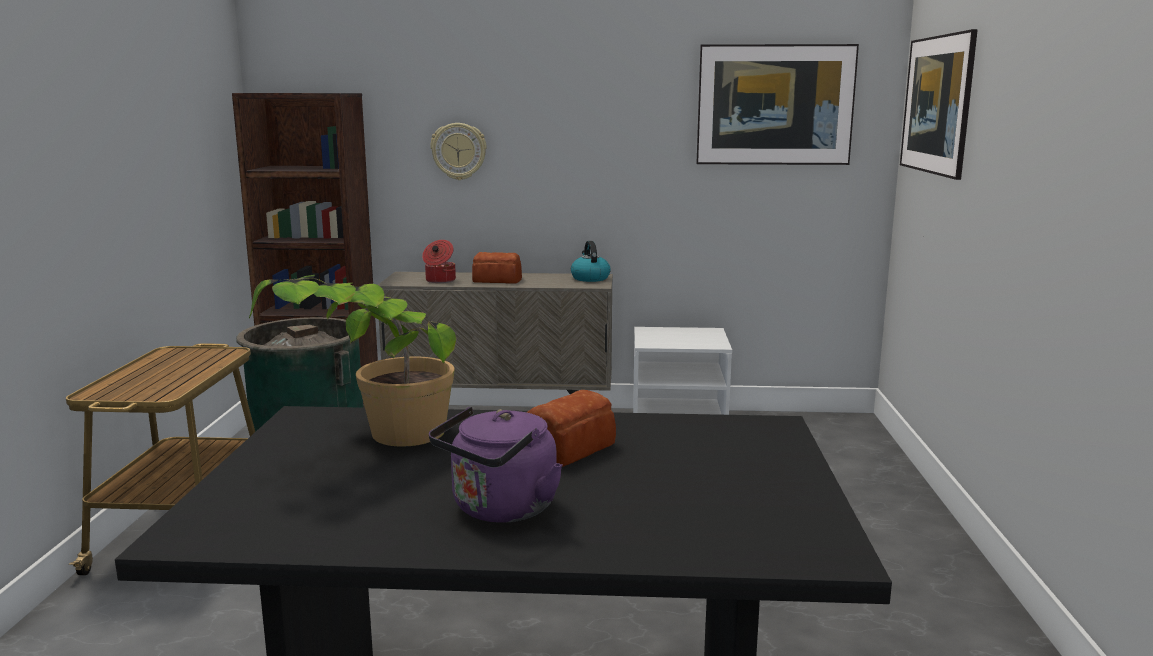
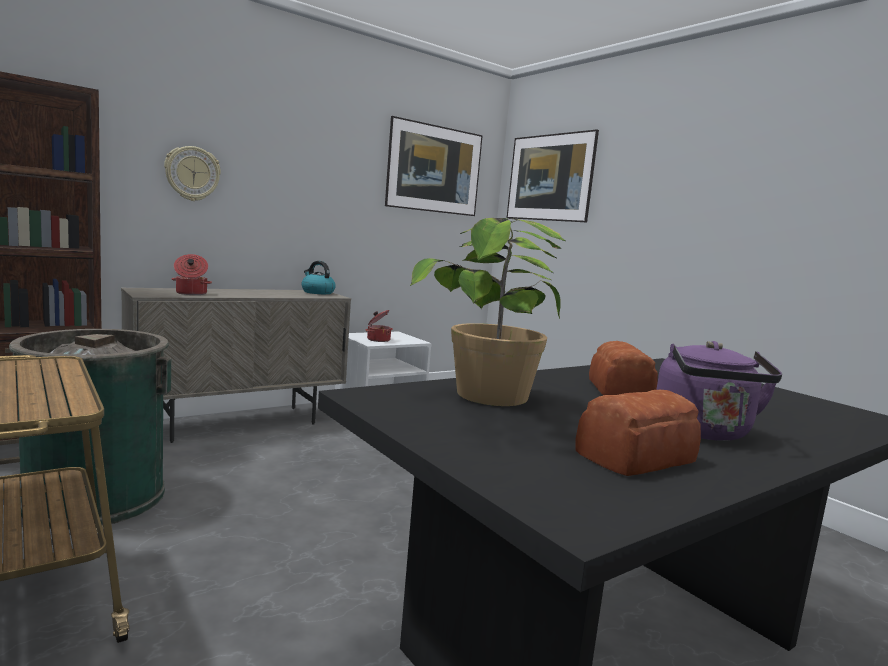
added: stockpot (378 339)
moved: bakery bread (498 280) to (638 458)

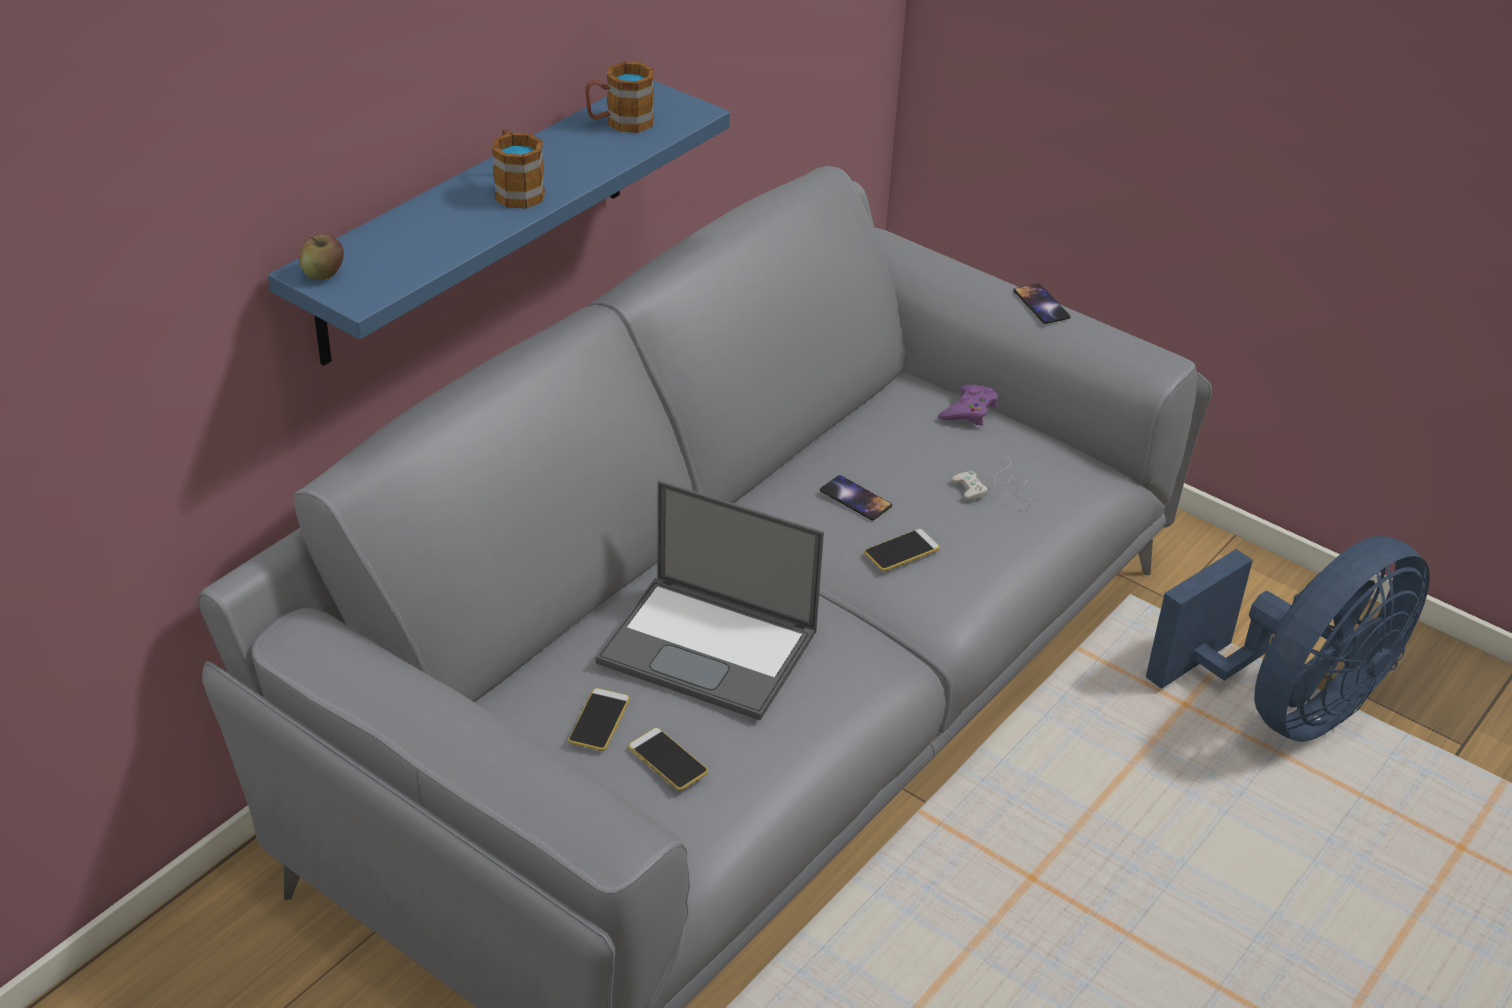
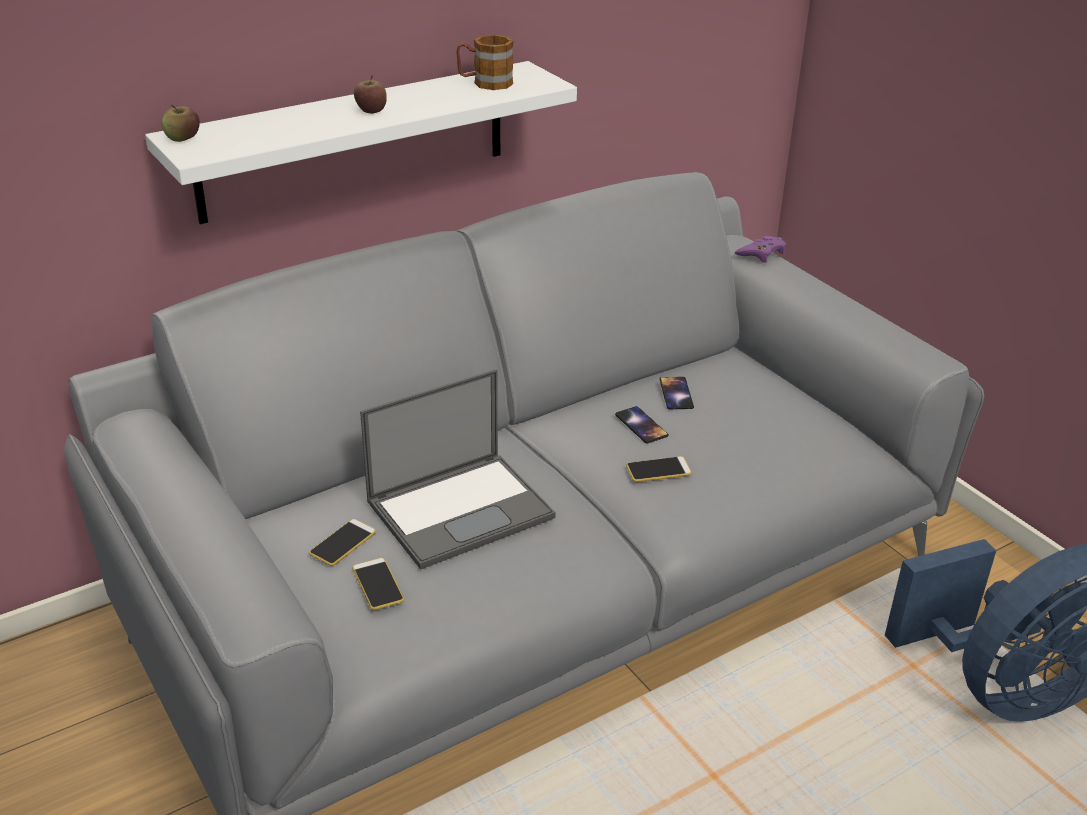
removed: gamepad (white-coloured) (998 486)
moved: handset (1041 304) to (676 393); gamepad (purplish) (969 410) to (761 253)
replaced: mug (516 190) to apple fruit (371 110)
recoloured: wall shelf (blue-coloured) (475 220) to wall shelf (white-coloured) (354 141)
turned: portable computer (710 647) = (462 508) 75 degrees counterclockwise

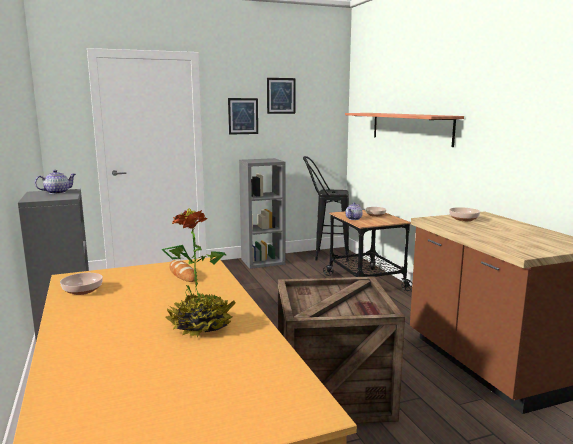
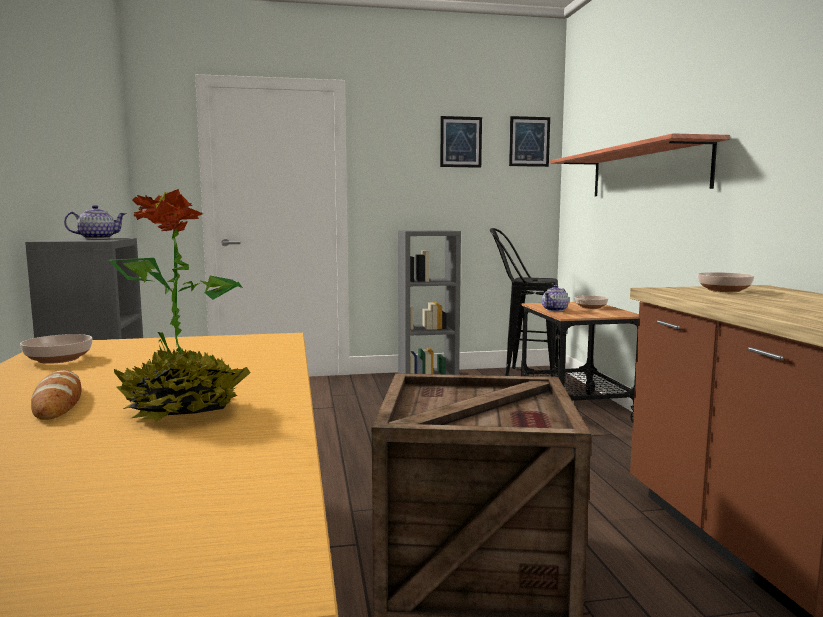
moved: bakery bread (182 274) to (58 402); wall art (243 116) to (529 141)

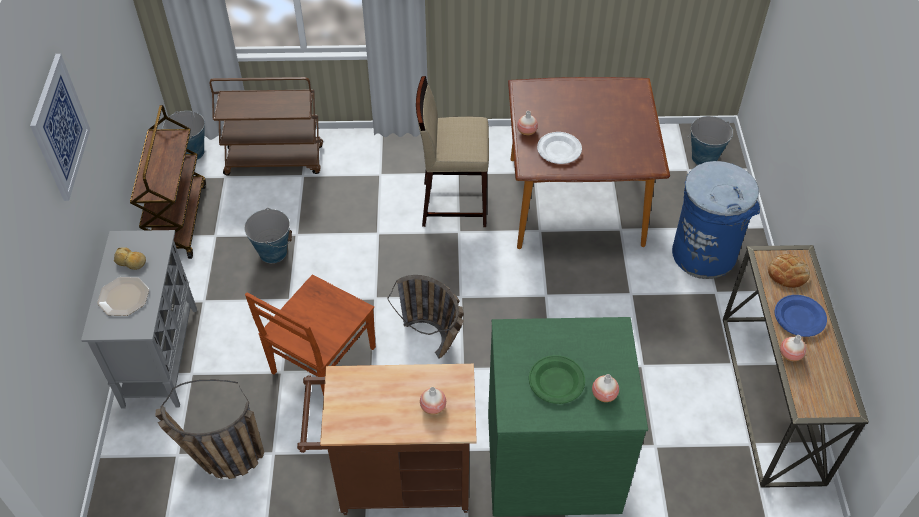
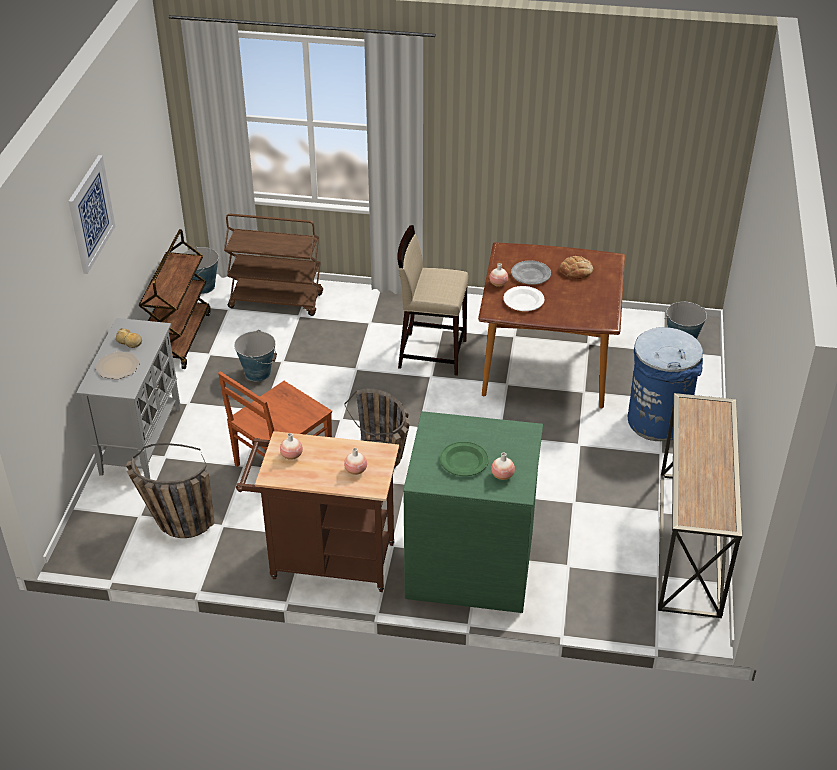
removed: flat dish (blue-coloured) (799 318)
added: flat dish (gray) (531 275)
moved: flower vase (790 355) to (291 455); bakery bread (788 273) to (576 270)

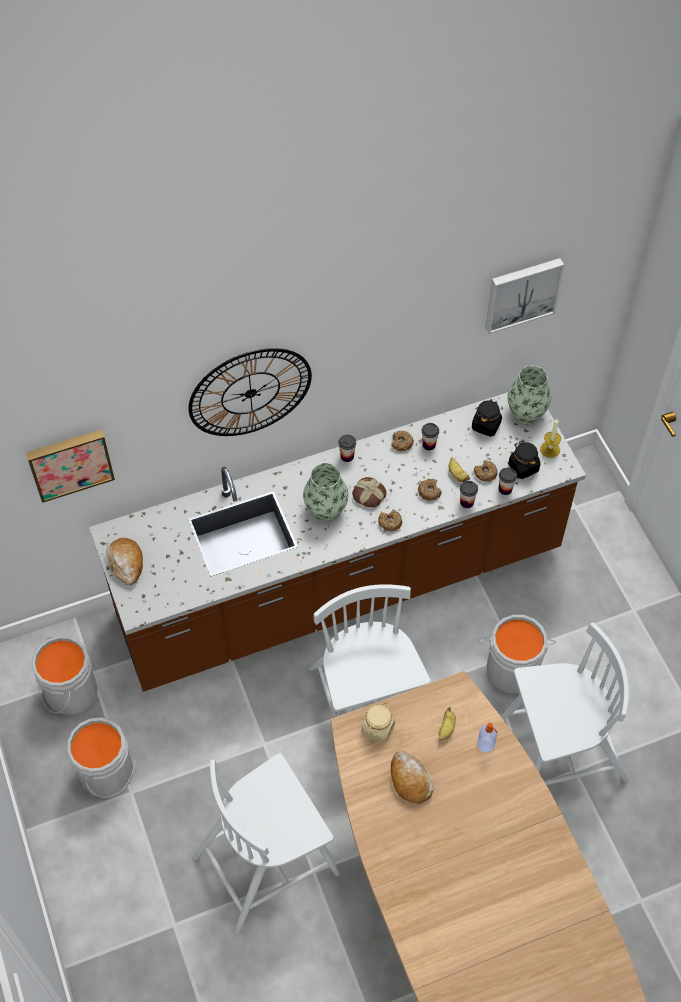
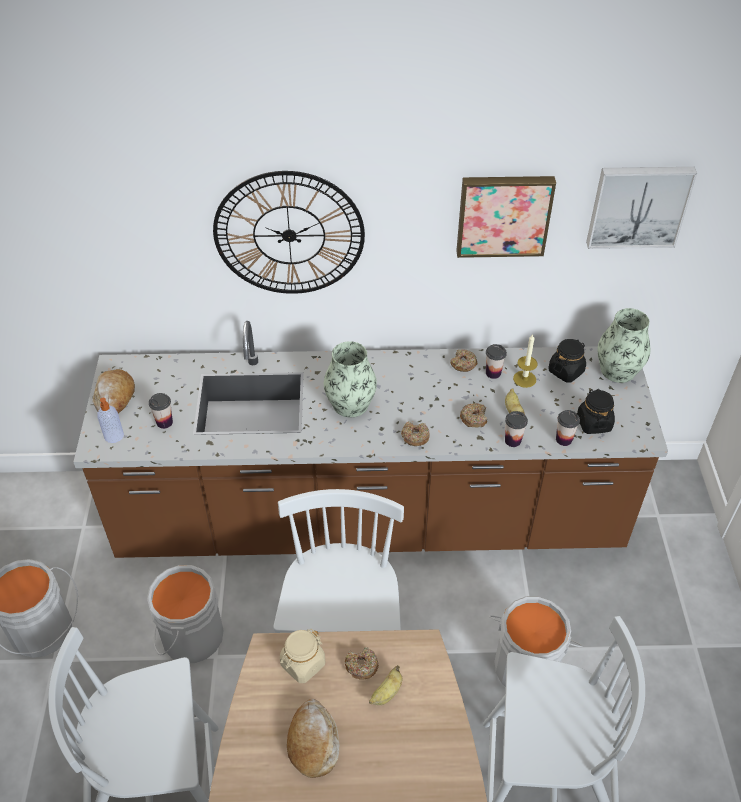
removed: bakery bread (368 495)
moved: soap dispenser (486 745) to (114 436); pail (gray) (68 692) to (189 635); cup (347 456) to (164 422); ring doughnut (485 473) to (361 666); wall art (70 462) to (503 214); wax light (550 449) to (524 379)

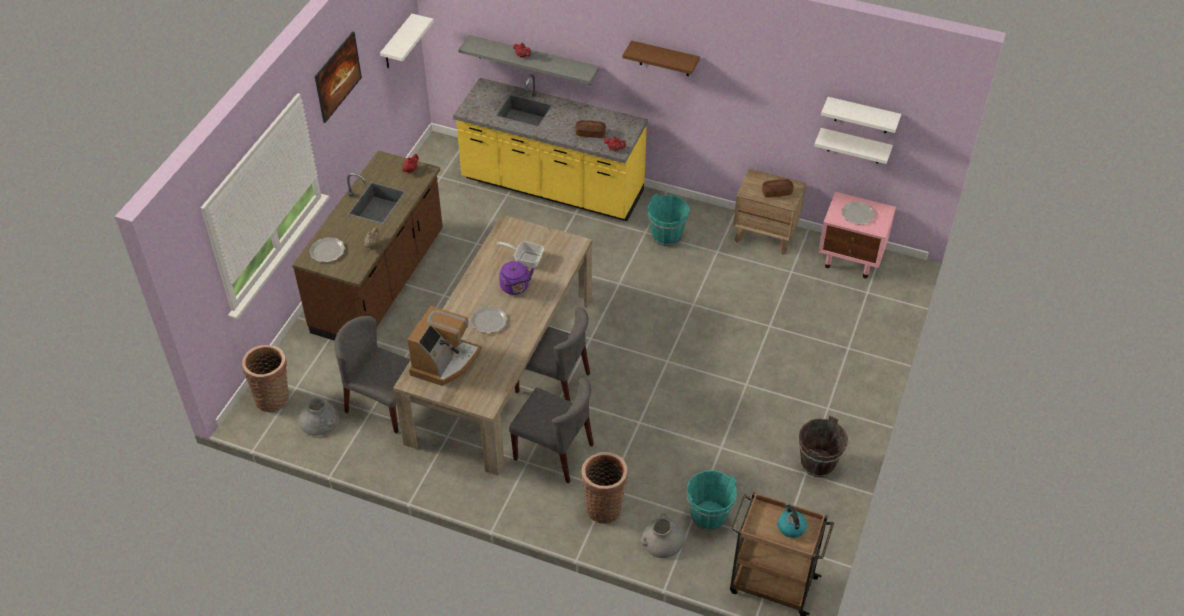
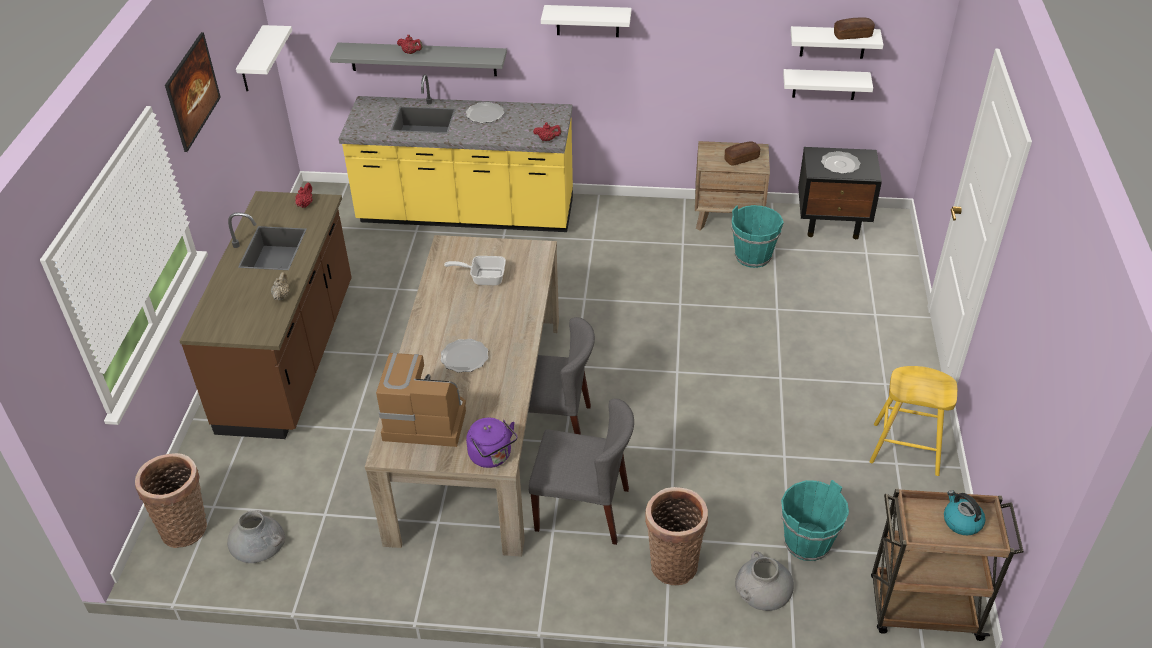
removed: upright chair (gray) (383 404)
moved: flat dish (327 251) to (485 114); kettle (purplish) (515 288) to (492 456); pail (turquoise) (667 236) to (753 256); bakery bread (590 133) to (852 35)
replaced: pail (brownish) (818 464) to stool (yellow-coloured) (905 449)
recoloured: wall shelf (brownish) (664 59) to wall shelf (white-coloured) (587 21); nightstand (pinkish) (851 259) to nightstand (black) (832 223)
turned: coffee brewer (445 362) = (424 418) 90 degrees counterclockwise

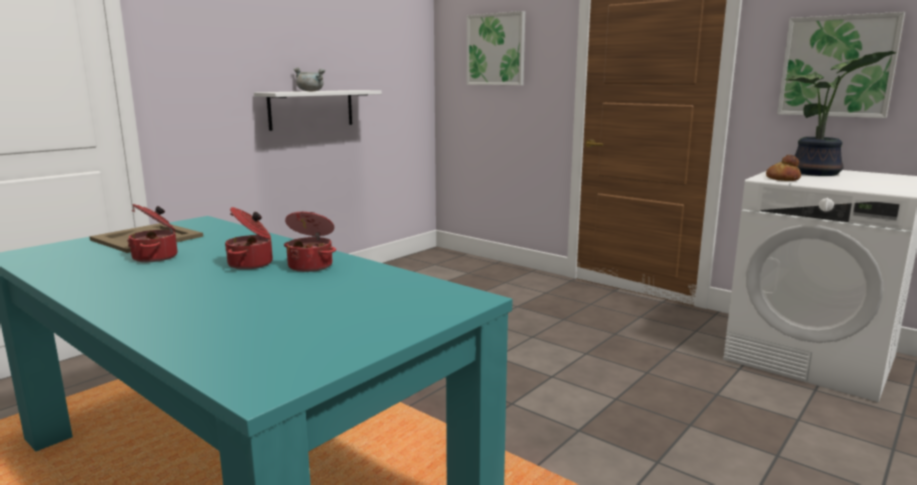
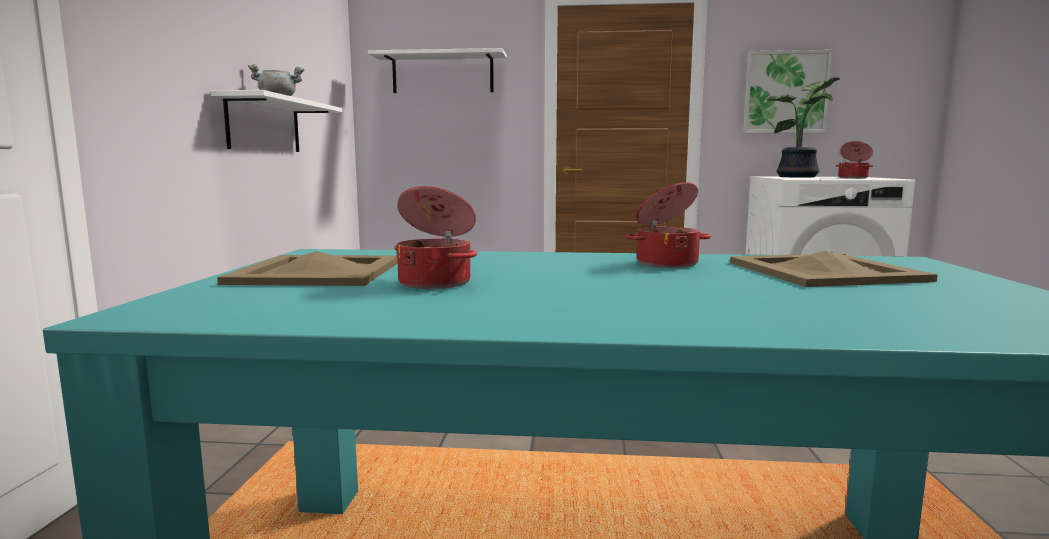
removed: bakery bread (782 179)
added: tray (beige-coloured) (826 271)
moved: stockpot (252 264) to (853 178)
replaced: wall art (496 49) to wall shelf (white-coloured) (442 74)

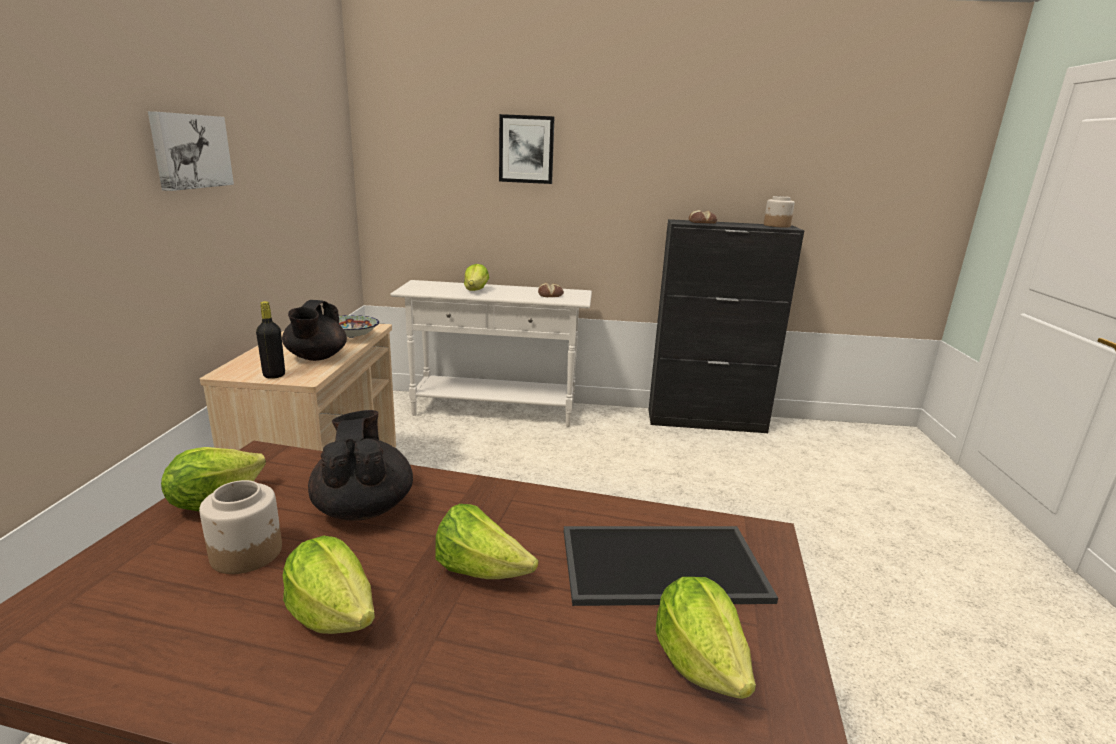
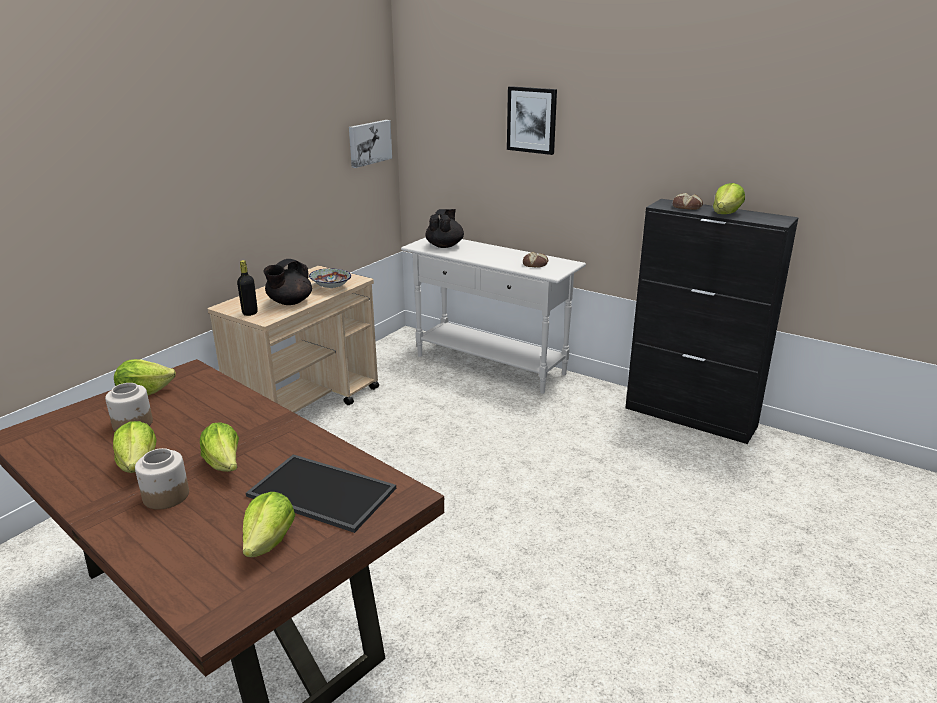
moved: preserve jar (776 225) to (165 496); wall art (190 151) to (369 143); pot for tea (black) (363 507) to (445 245); lettuce (476 290) to (726 214)

